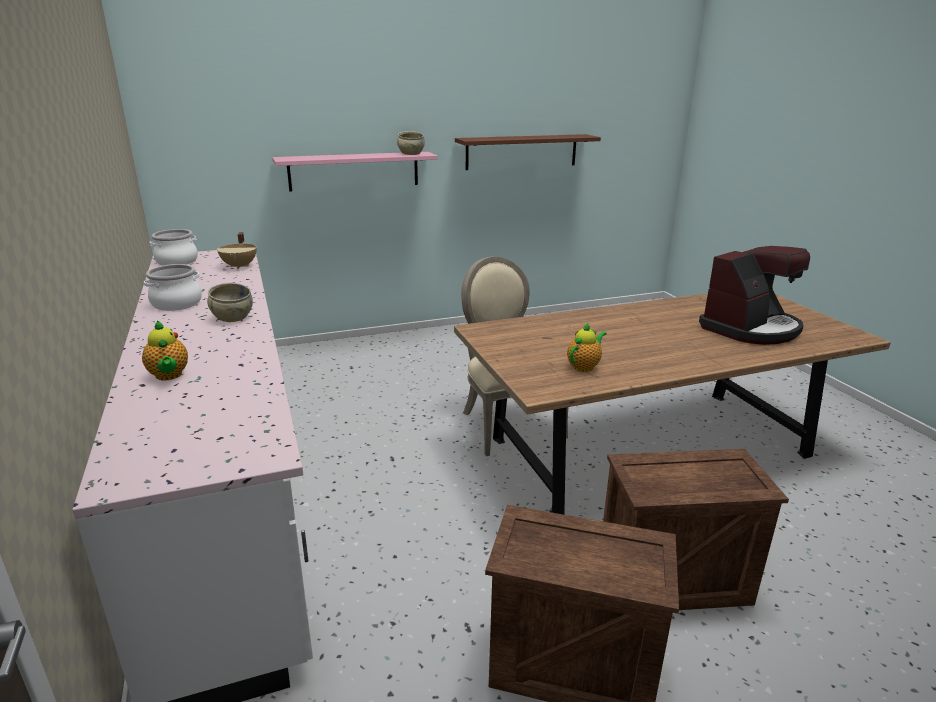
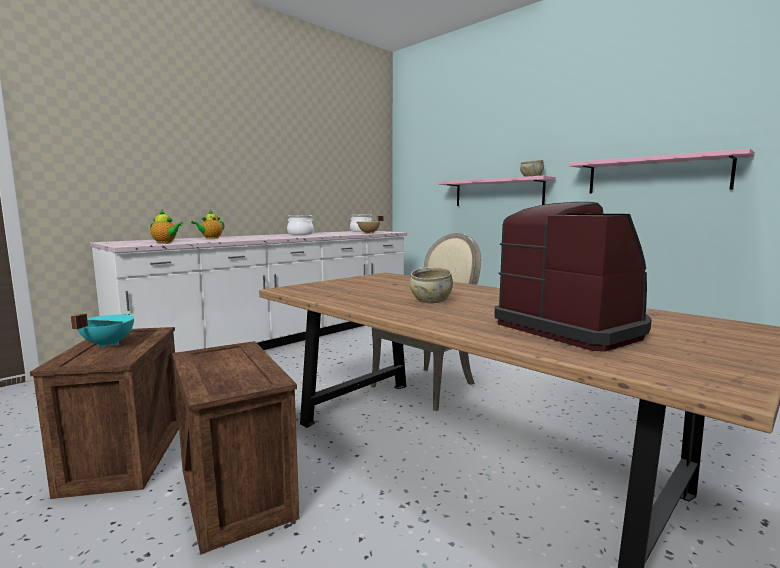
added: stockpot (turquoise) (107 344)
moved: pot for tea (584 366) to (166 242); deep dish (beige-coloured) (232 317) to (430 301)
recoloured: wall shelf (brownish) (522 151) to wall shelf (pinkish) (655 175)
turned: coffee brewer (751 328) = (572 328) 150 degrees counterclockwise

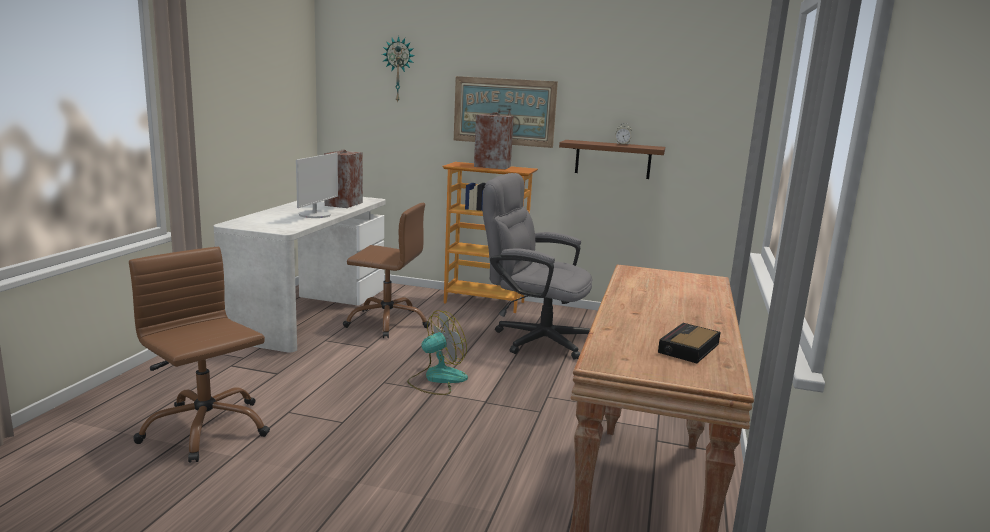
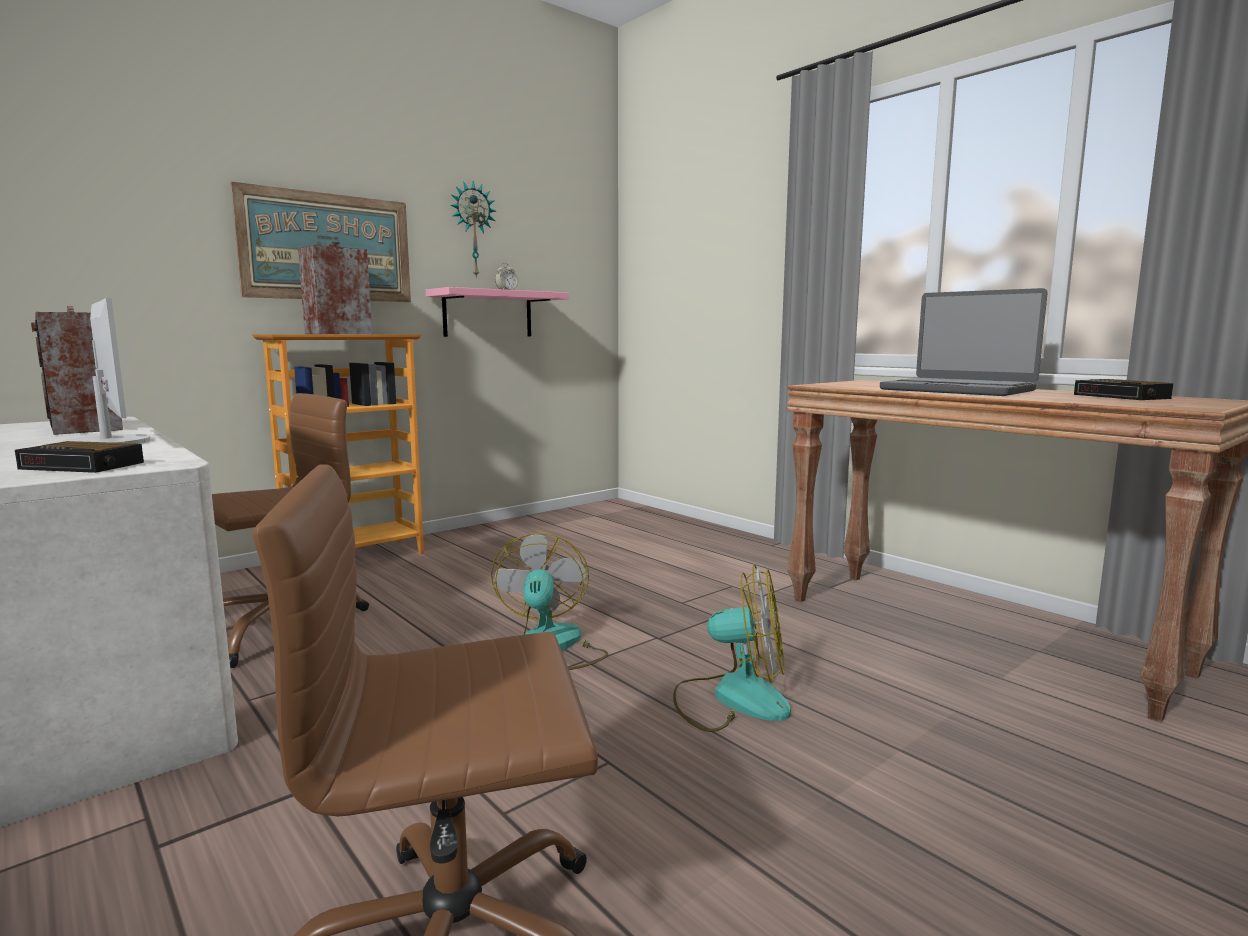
removed: desk chair (gray) (534 338)
added: alarm clock (84 466); fan (732 698); portable computer (957 390)
moved: hanging clock (399 70) to (472 230)
recoloured: wall shelf (brownish) (613 159) to wall shelf (pinkish) (488 314)

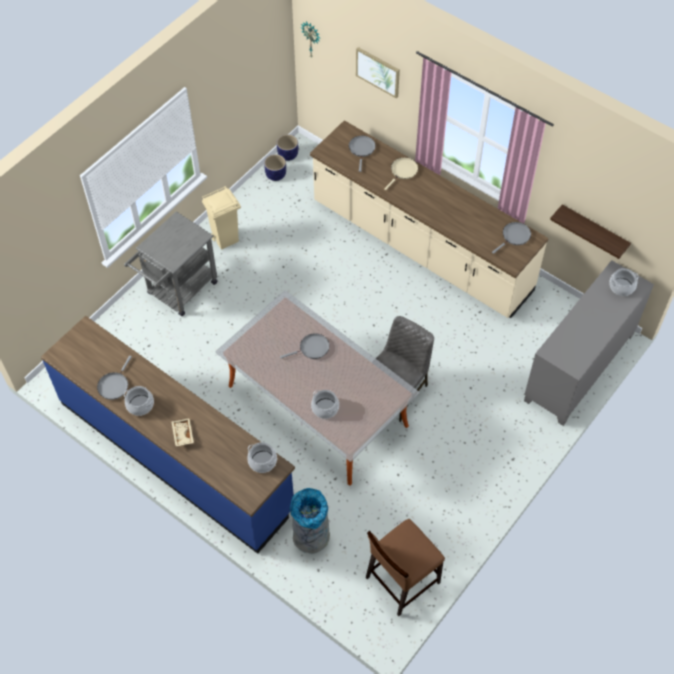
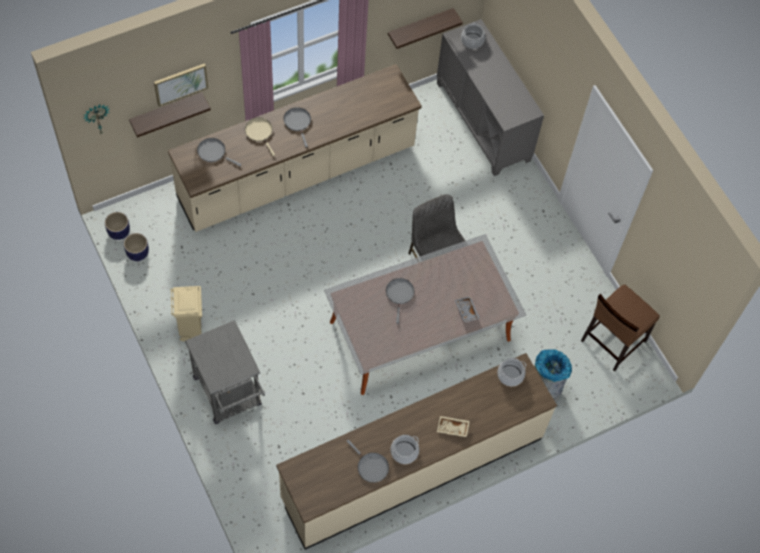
added: wall shelf (166 112)
moved: frying pan (gray) (514 236) to (298 122)
replaced: stockpot (325 408) to tray (gray) (466 311)
recoloured: kitchen counter (blue-coloured) (176 455) to kitchen counter (beige-coloured) (412 468)
turned: upright chair (brownish) (401 580) = (612 341) 60 degrees clockwise

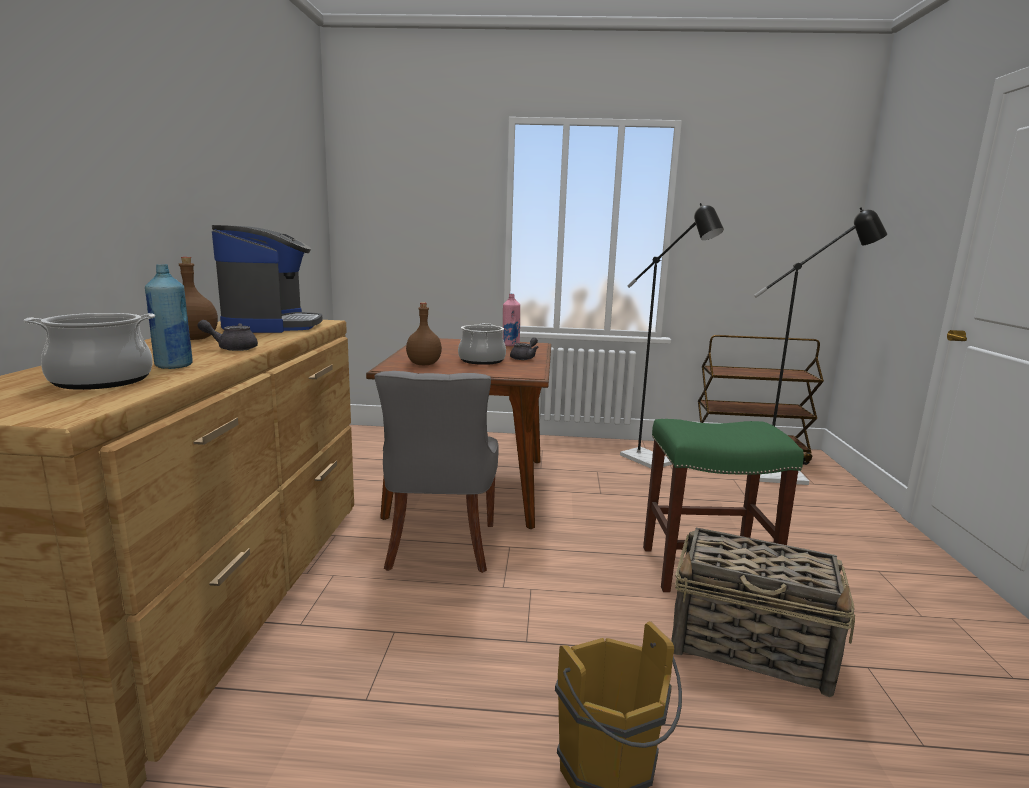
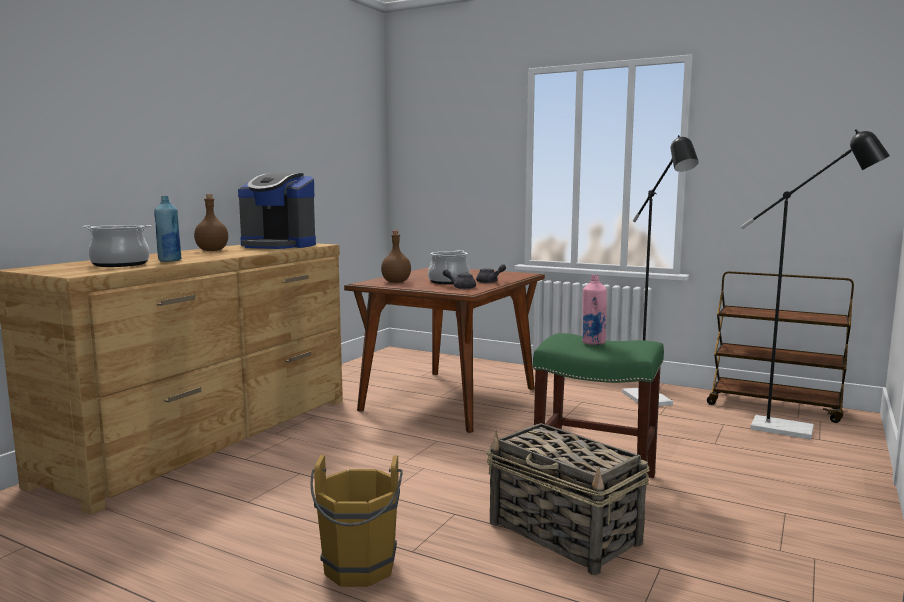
removed: upright chair (gray) (439 547)
moved: pot for tea (gray) (232 348) to (461 287); bottle (pinkish) (510 345) to (593 343)
turned: coffee brewer (271 325) = (278 245) 90 degrees clockwise

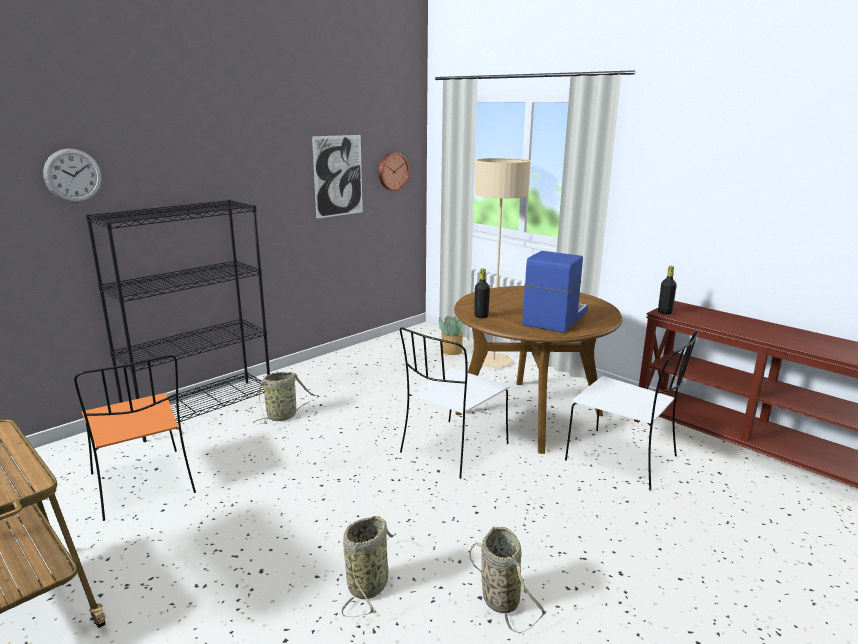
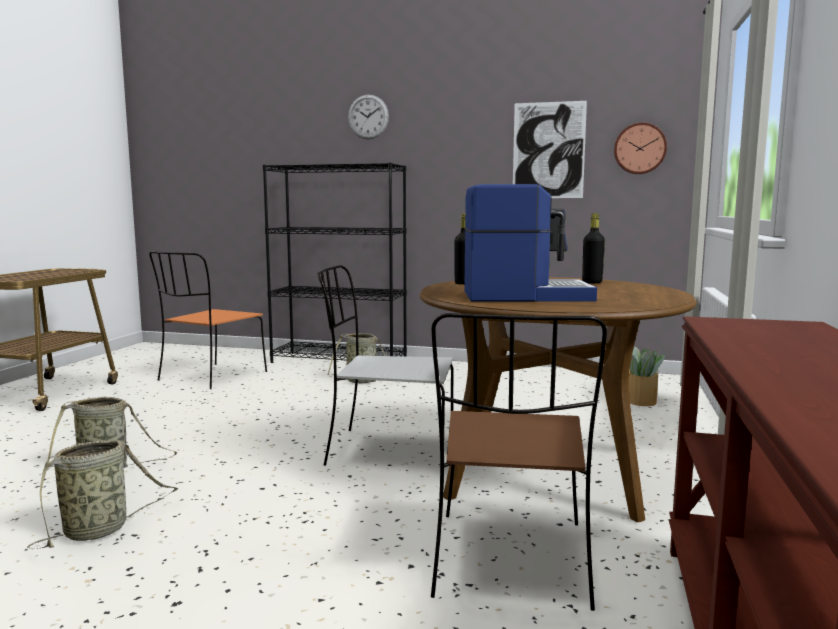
removed: standard lamp (beige-coloured) (493 362)
moved: hanging clock (73 175) to (368 117); bottle (black) (664 312) to (592 282)
recoloured: upright chair (white-coloured) (624 459) to upright chair (brownish) (511 561)

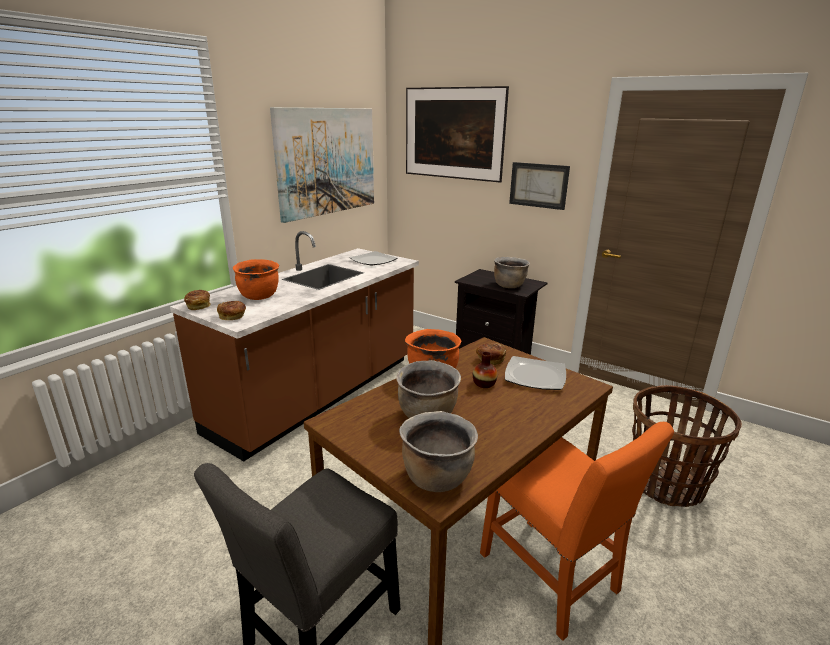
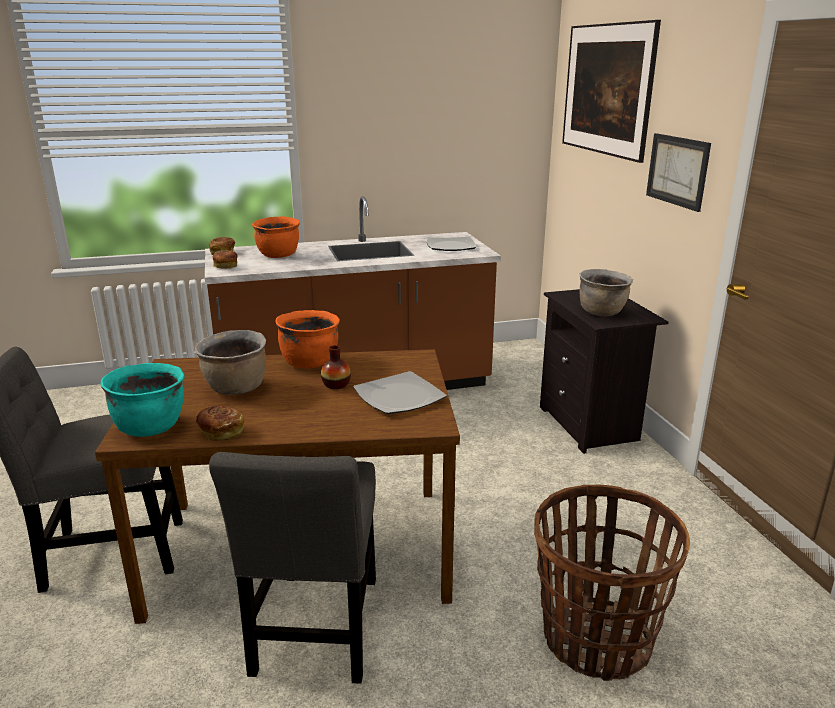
removed: wall art (327 161)
moved: bakery bread (490 360) to (221 432)
recoloured: stockpot (brownish) (436 477) to stockpot (turquoise) (151 427); upright chair (orangey) (552 578) to upright chair (gray) (316 632)

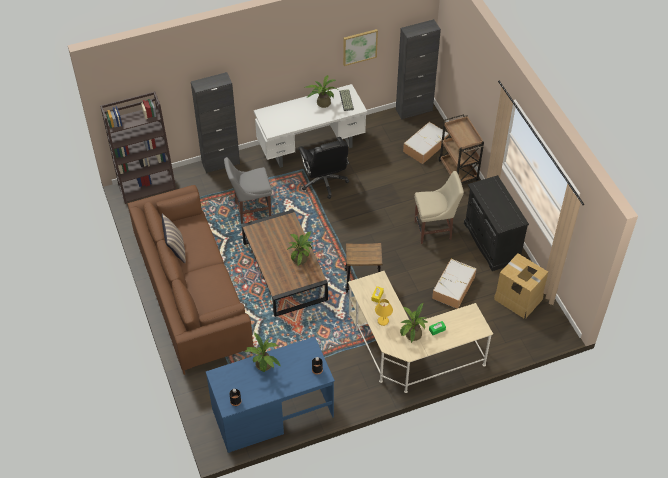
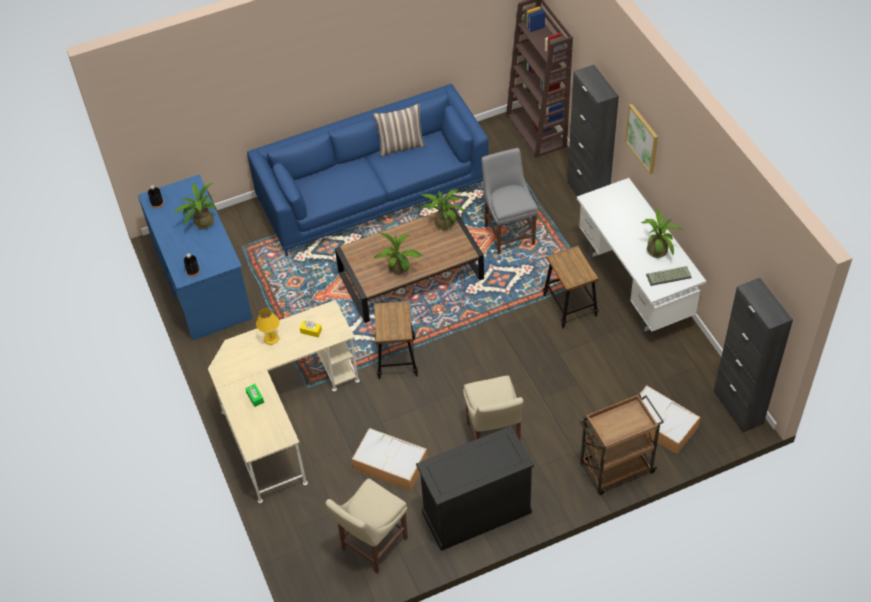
moved: potted plant (411 336) to (442 222); wall art (359 46) to (642 138)
replaced: packing box (518 299) to upright chair (beige-coloured) (372 546); desk chair (black) (324 182) to stool (570 306)
recoloured: settee (brownish) (192 293) to settee (blue-coloured) (373 192)

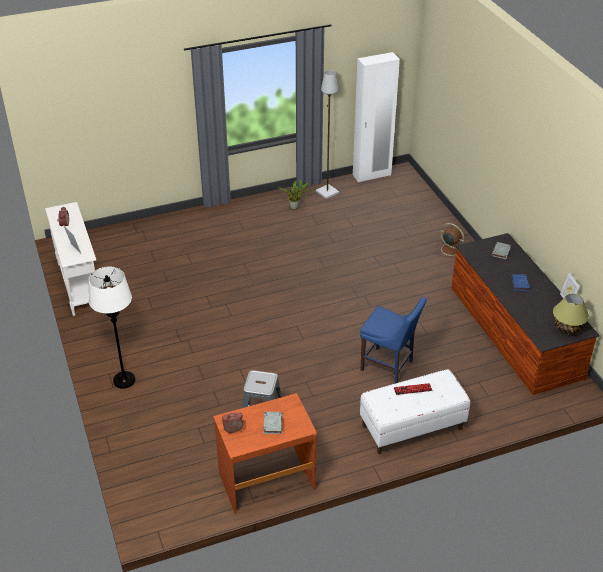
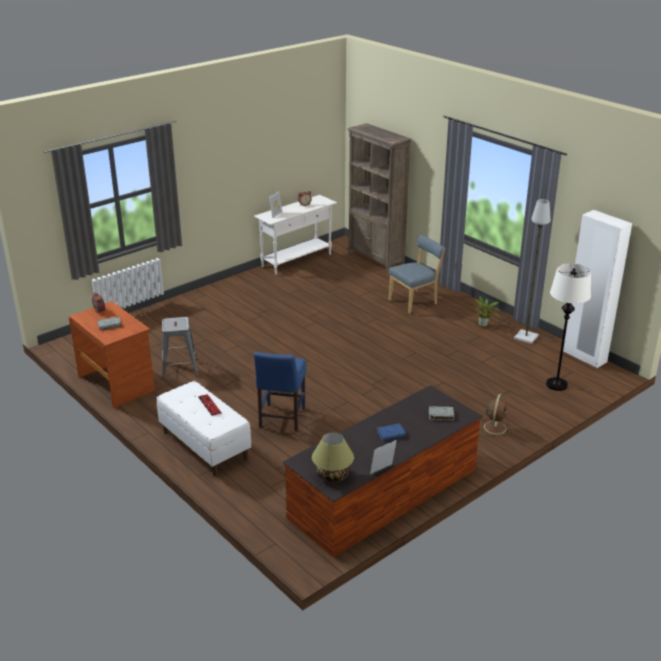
added: shelving unit (brownish) (376 258); upright chair (blue-coloured) (415 301)
moved: standard lamp (white-coloured) (124 380) to (556 385)

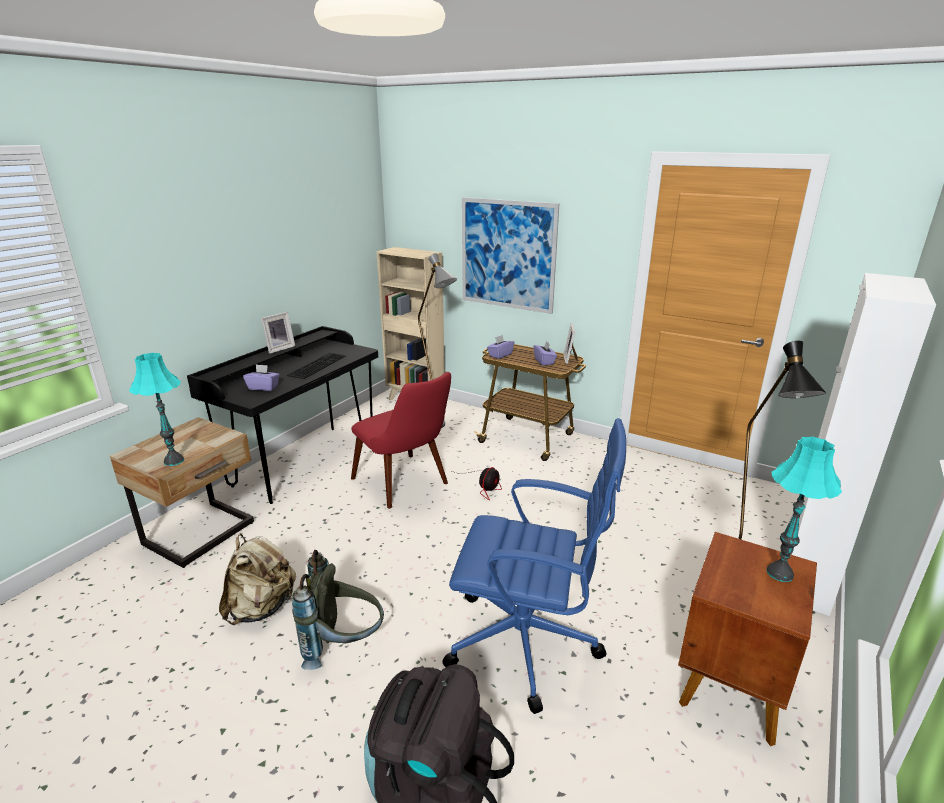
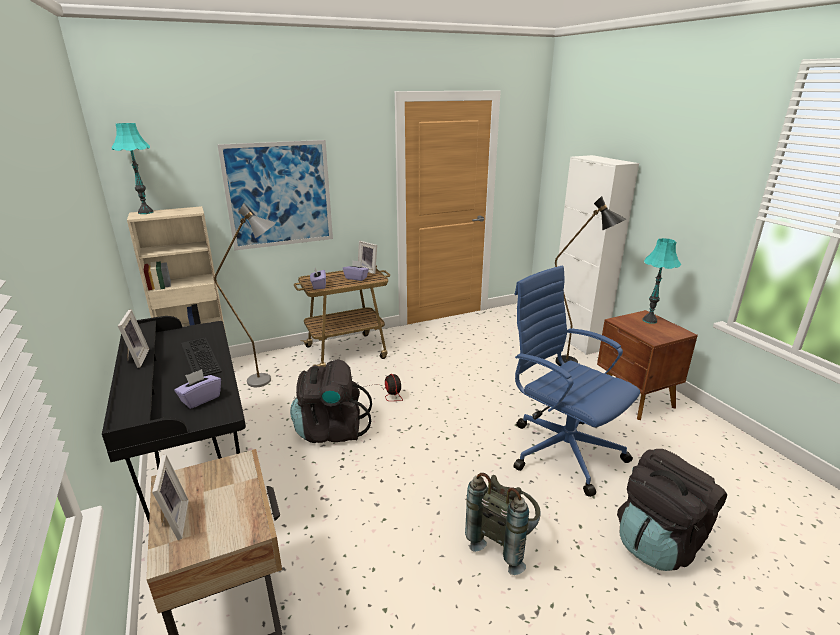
removed: knapsack (beige-coloured) (261 608)
added: photo frame (172 521)
moved: tabletop lamp (turquoise) (173 461) to (145 212)
replaced: upright chair (reddish) (407 485) to knapsack (black) (331 430)
turned: desk chair (blue-coloured) (527 643) = (562 450) 90 degrees counterclockwise

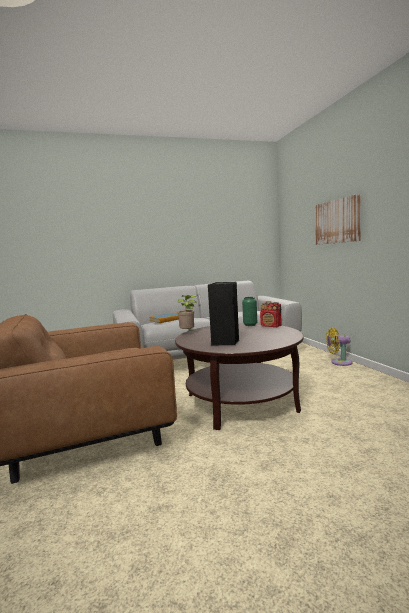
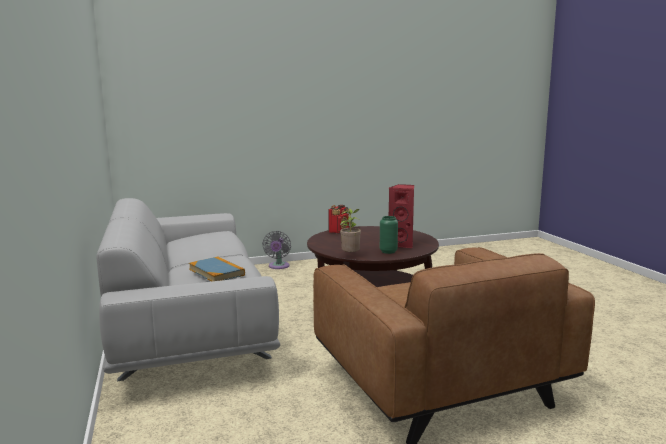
removed: wall art (337 221)
moved: flower vase (green-coloured) (250 325) to (388 251)
recoloured: fan (yellow-coloured) (339 362) to fan (gray) (278 266); loudspeaker (black) (225 342) to loudspeaker (reddish) (402 244)

